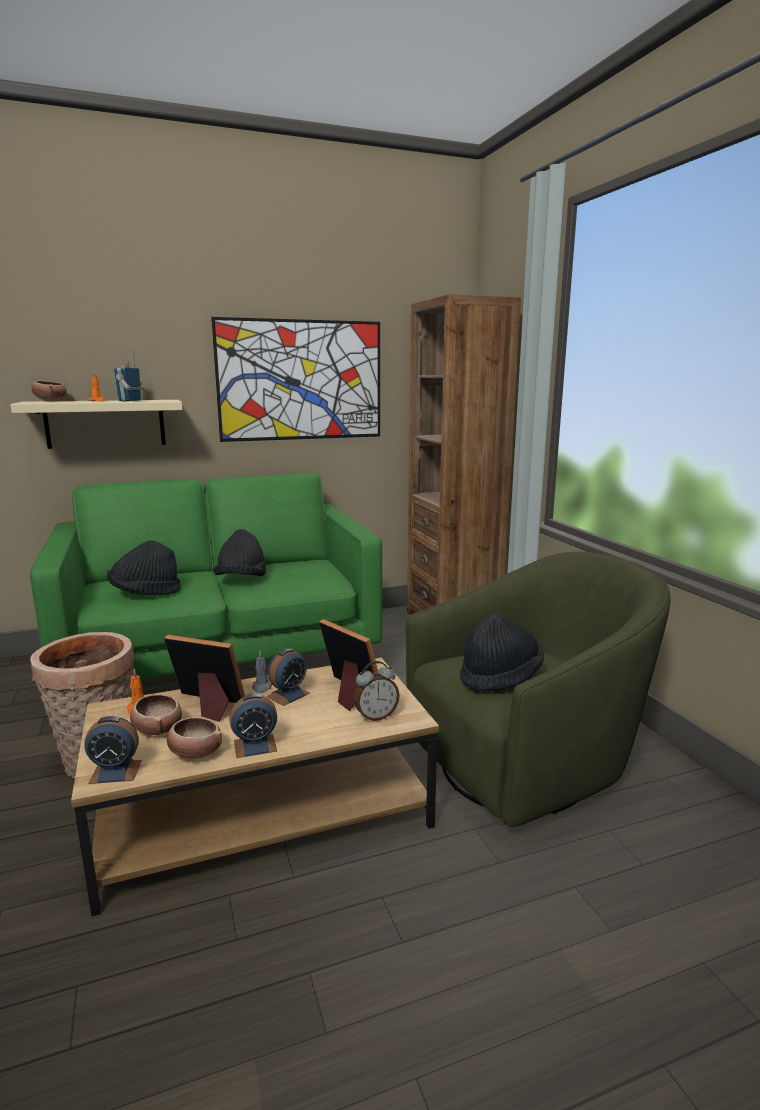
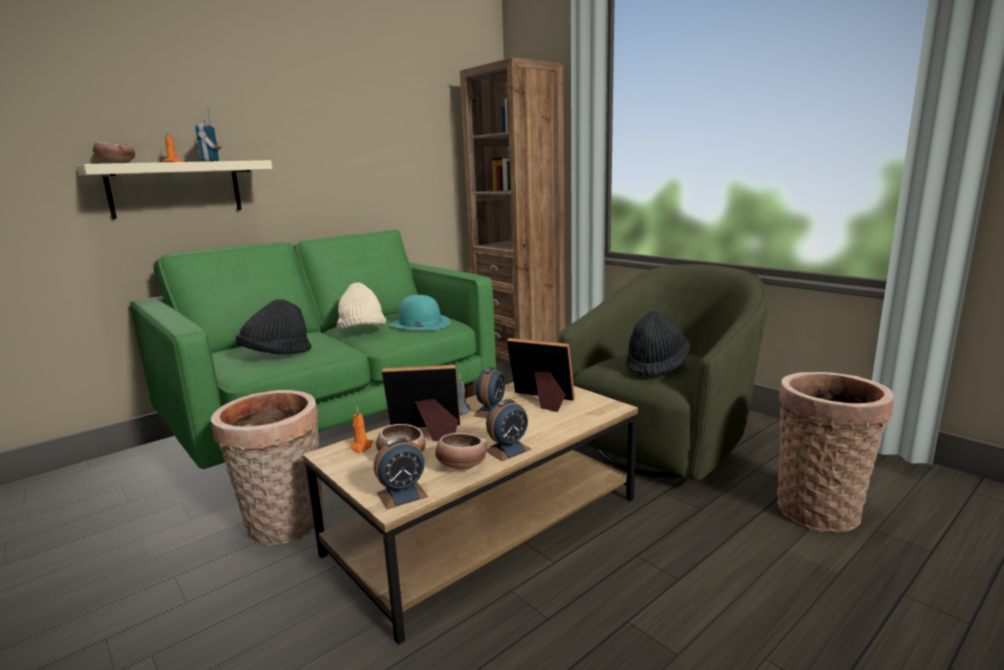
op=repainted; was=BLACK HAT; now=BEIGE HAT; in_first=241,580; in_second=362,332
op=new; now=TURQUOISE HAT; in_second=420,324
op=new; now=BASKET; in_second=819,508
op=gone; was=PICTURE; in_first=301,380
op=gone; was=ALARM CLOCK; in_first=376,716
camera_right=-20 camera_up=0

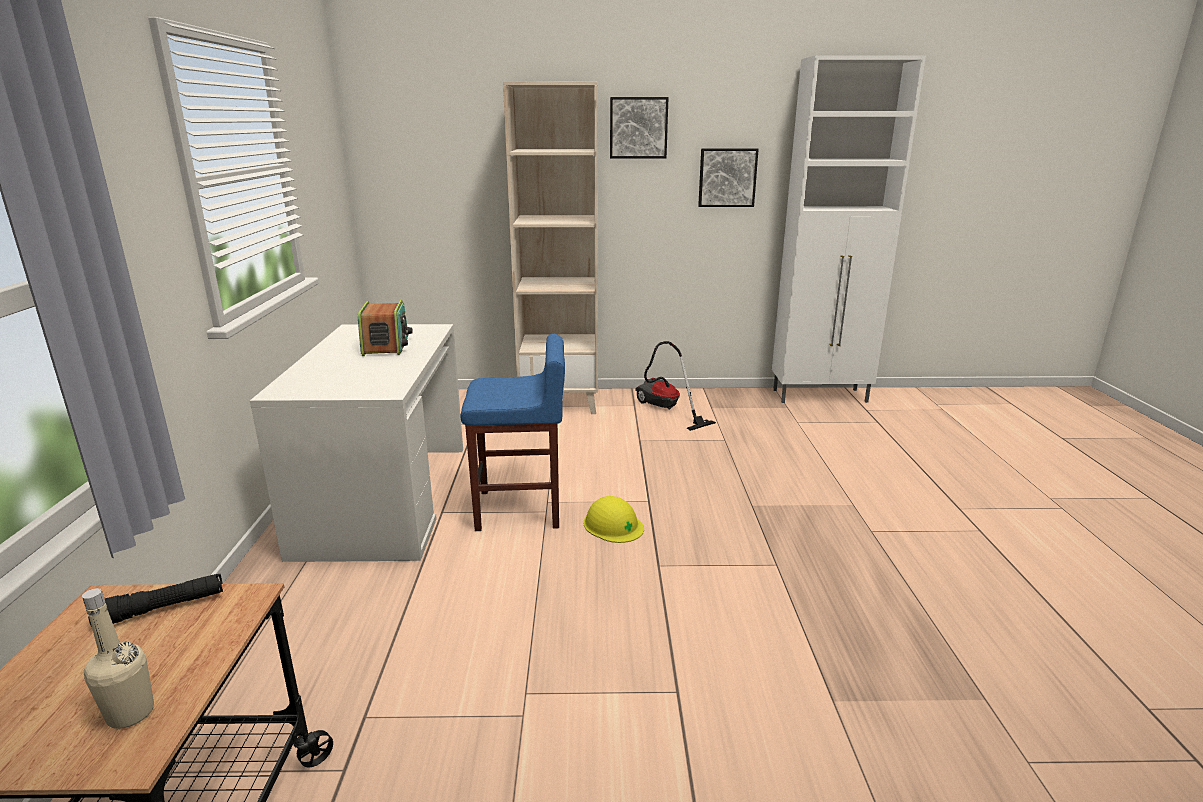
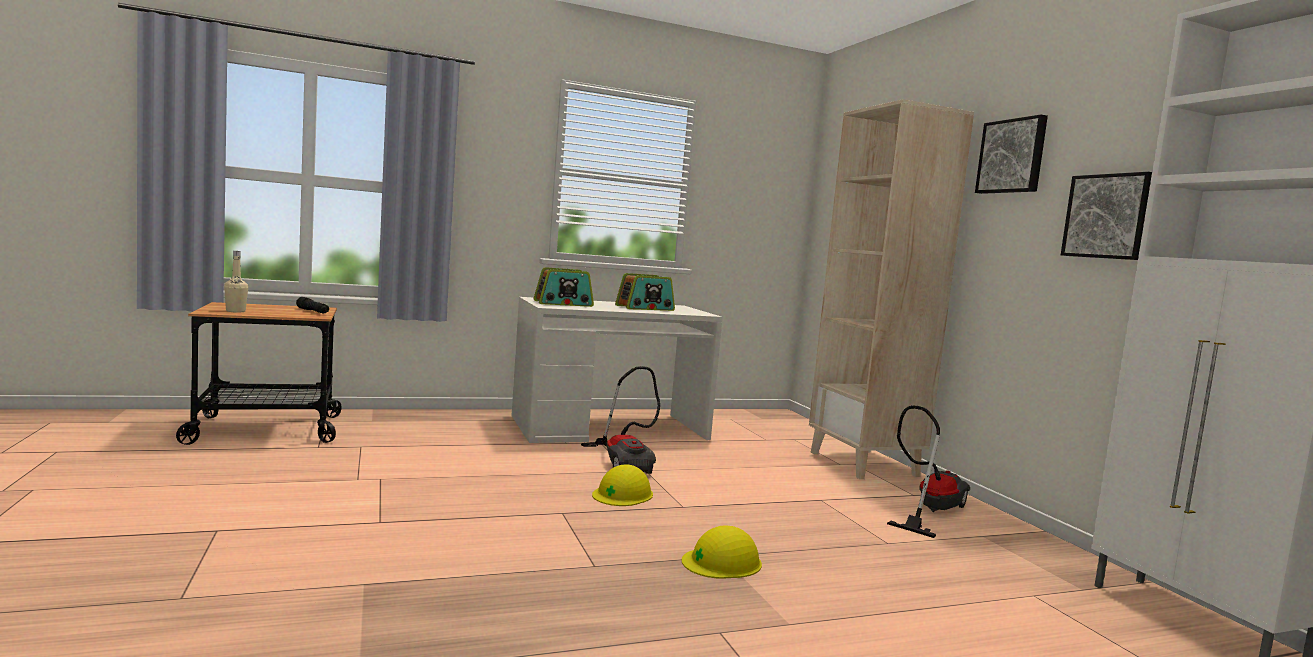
op=new; now=RADIO; in_second=563,303
op=swapped; was=BLUE STOOL; now=VACUUM CLEANER; in_first=520,509; in_second=624,463
op=new; now=YELLOW HARD HAT; in_second=722,562
camera_right=70 camera_up=-15

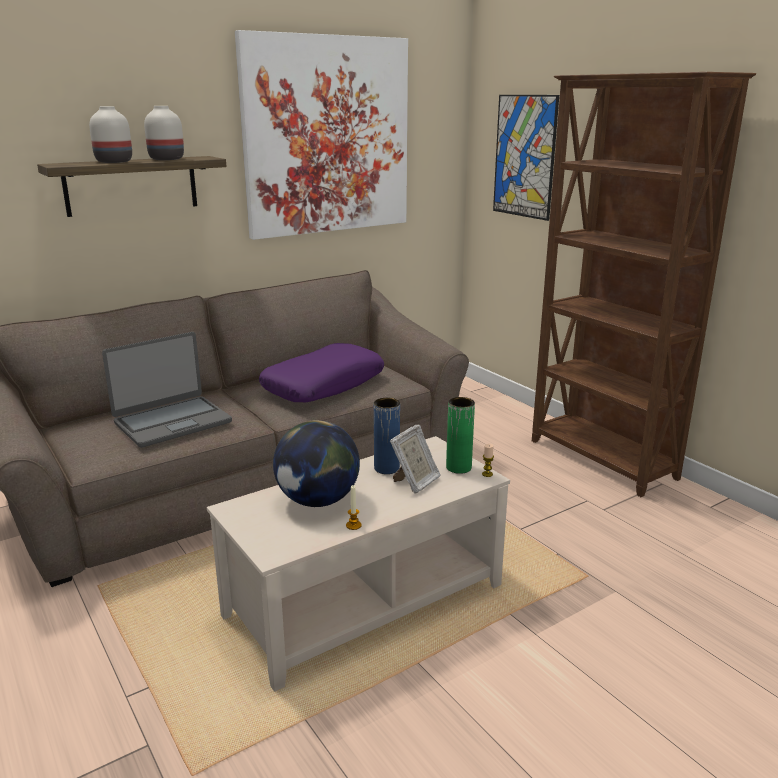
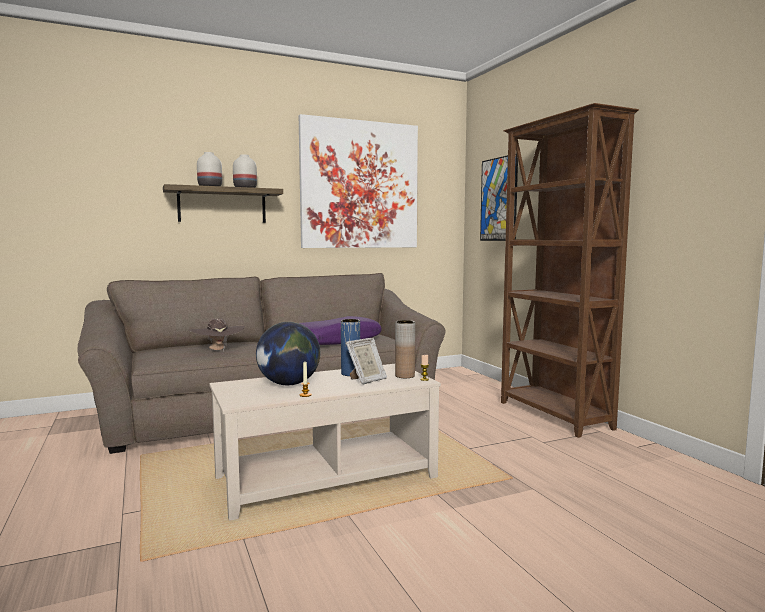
op=swapped; was=LAPTOP; now=BROWN HAT; in_first=172,422; in_second=218,350
op=repainted; was=GREEN VASE; now=BROWN VASE; in_first=458,467; in_second=405,376
camera_right=10 camera_up=-15

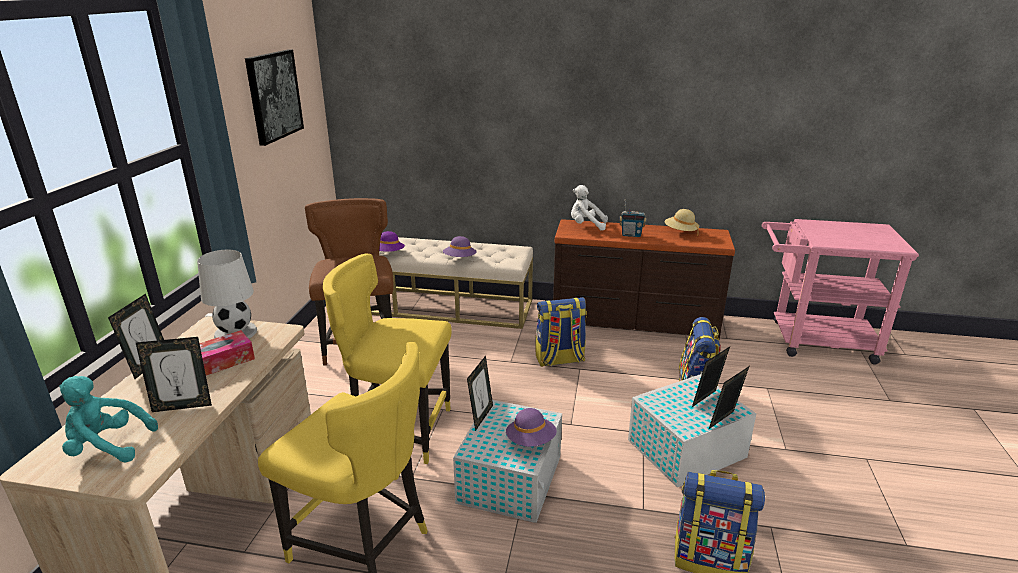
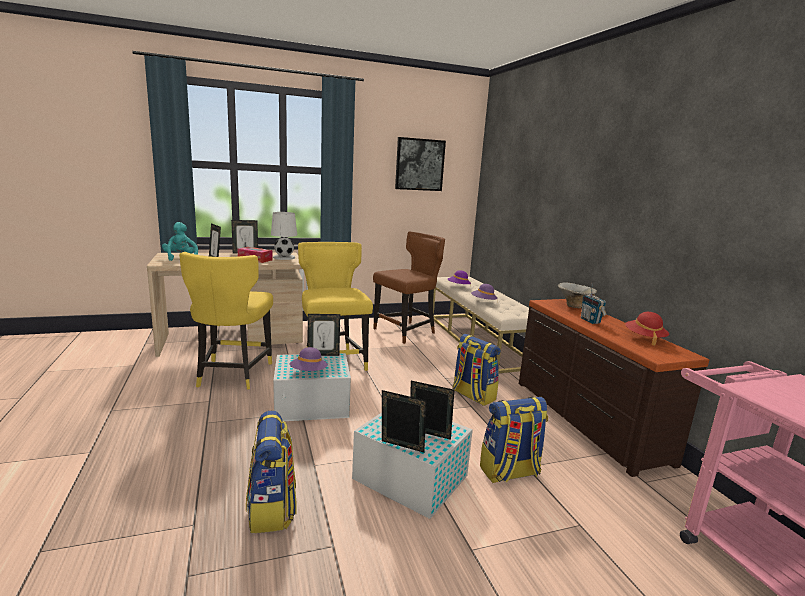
op=swapped; was=WHITE PLUSH TOY; now=BOWL; in_first=586,226; in_second=574,306
op=repainted; was=BEIGE HAT; now=RED HAT; in_first=680,232; in_second=644,338
camera_right=60 camera_up=-10

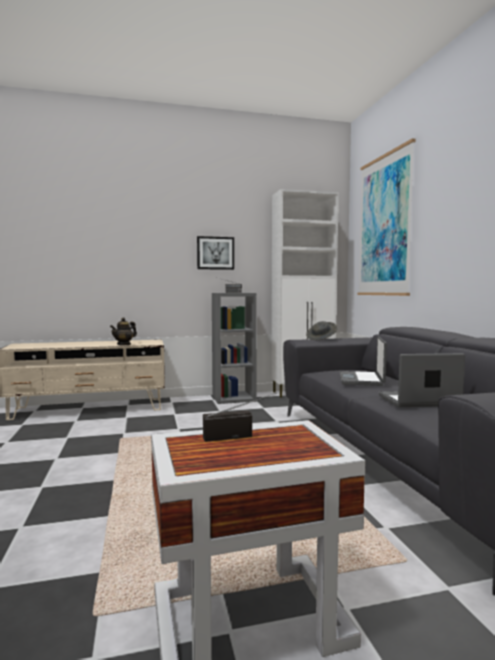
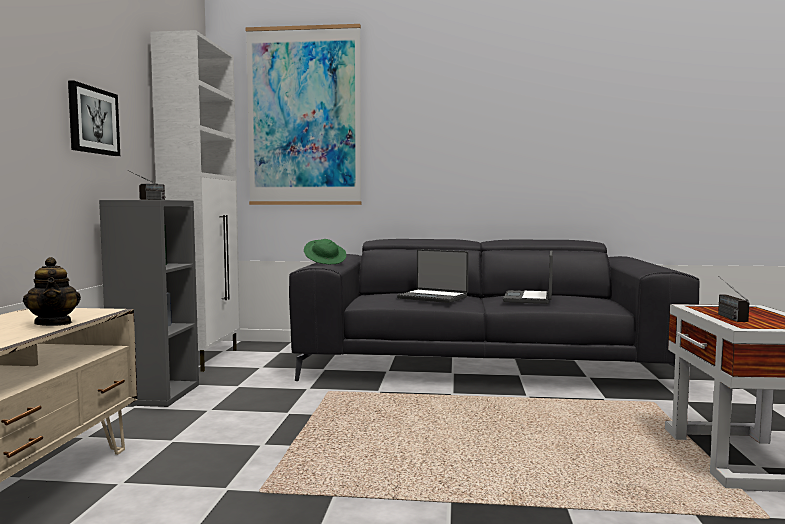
op=repainted; was=GREY HAT; now=GREEN HAT; in_first=321,339; in_second=325,262
camera_right=-70 camera_up=0

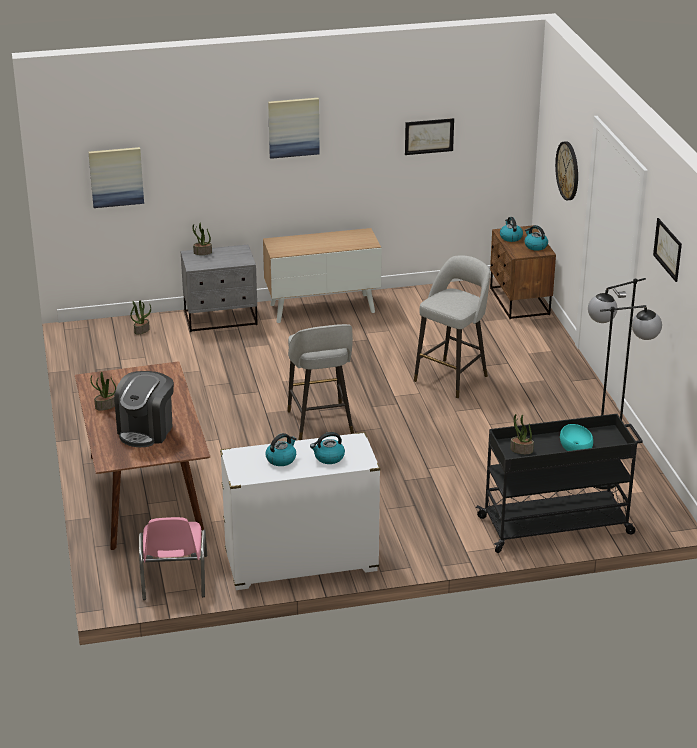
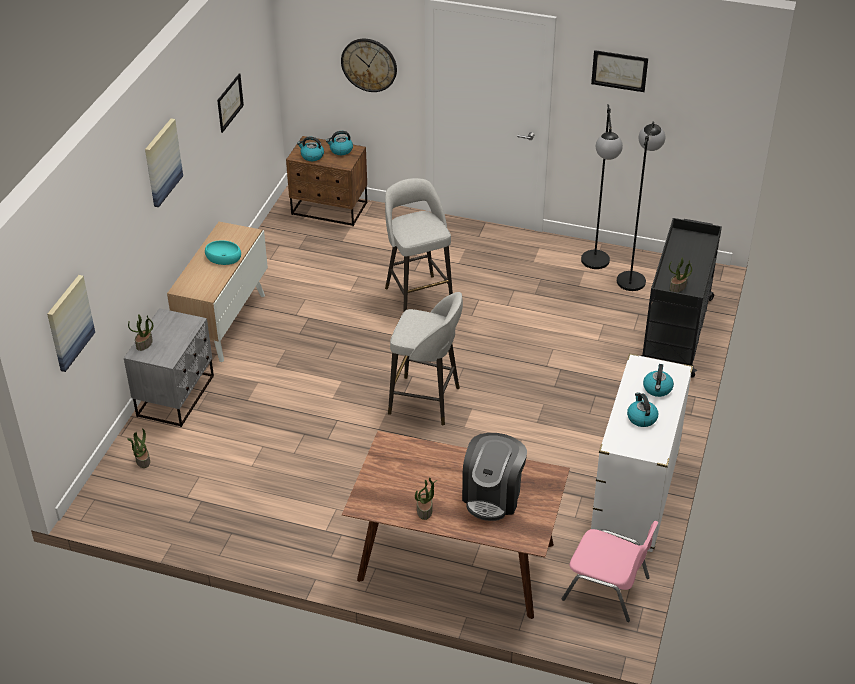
op=shifted; was=TURQUOISE BOWL; in_first=576,445; in_second=224,257
op=rotated; was=COFFEE MACHINE; in_first=146,430; in_second=493,495; clockwise=60
camera_right=-60 camera_up=10

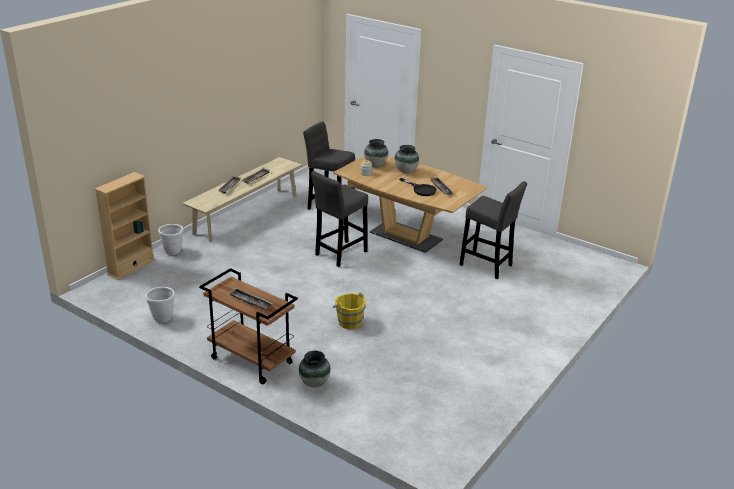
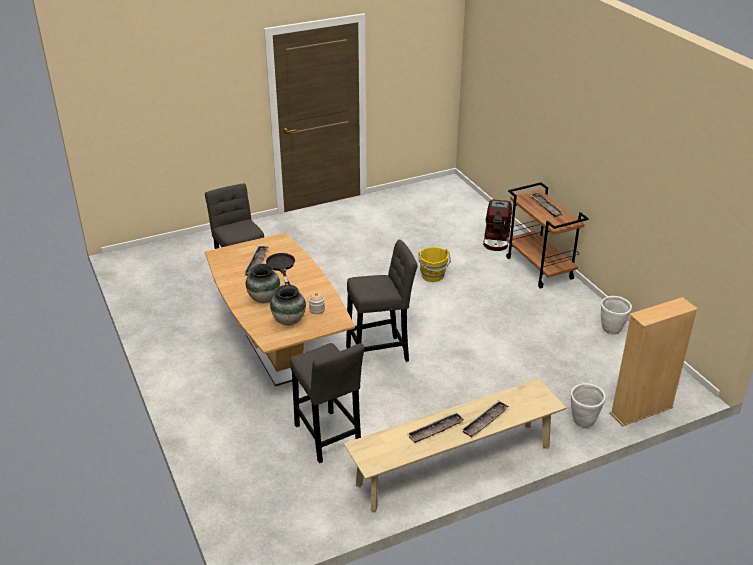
op=swapped; was=VASE; now=COFFEE MACHINE; in_first=314,383; in_second=497,239
camera_right=-150 camera_up=5

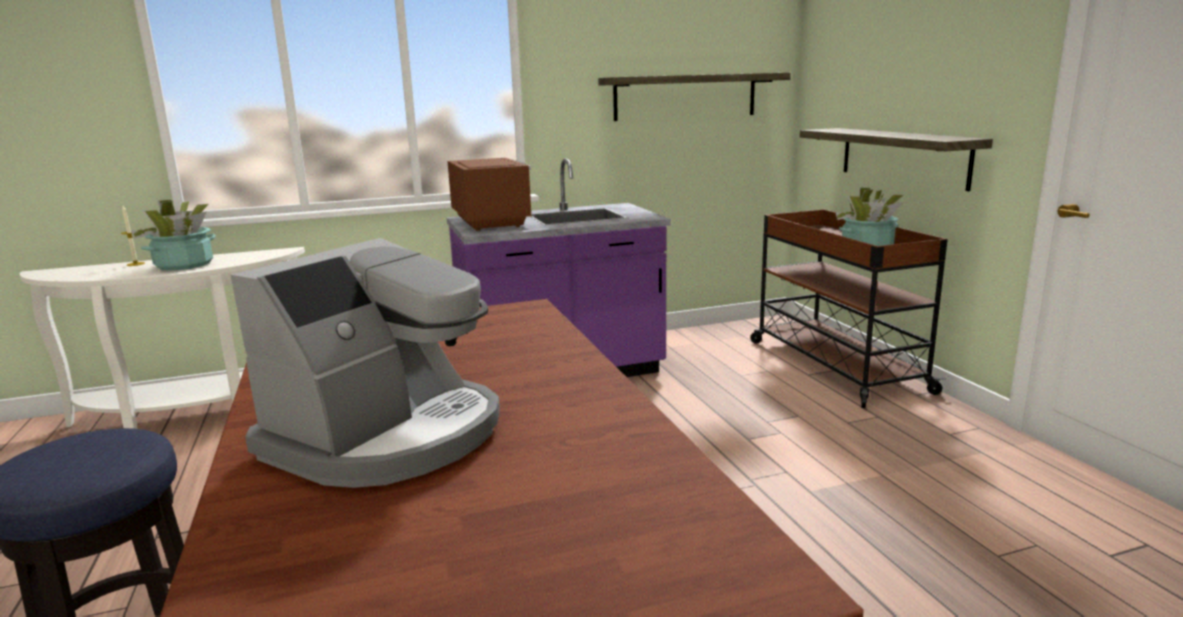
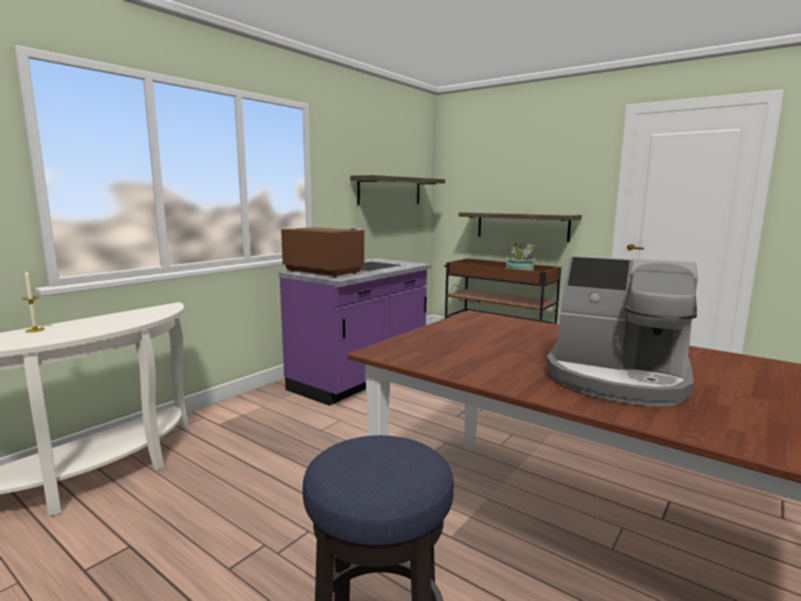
op=rotated; was=COFFEE MACHINE; in_first=388,435; in_second=617,379; clockwise=120
op=gone; was=POTTED PLANT; in_first=184,265
camera_right=-35 camera_up=-5

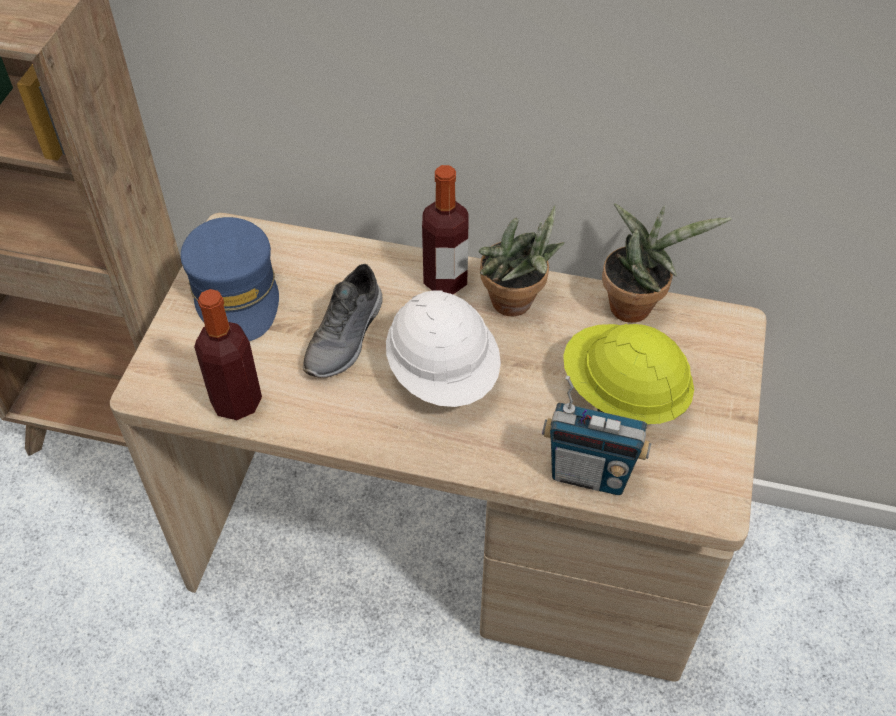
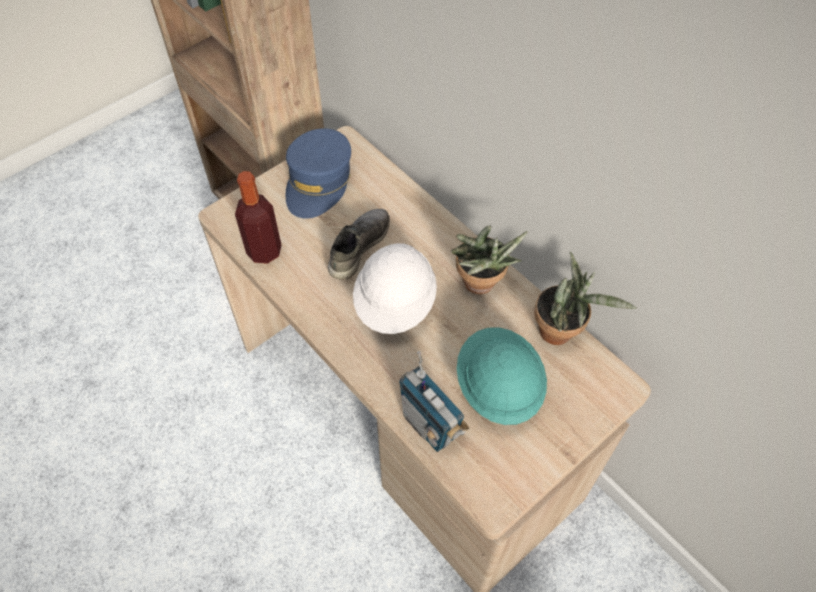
op=rotated; was=GREY SHOE; in_first=346,337; in_second=358,247; clockwise=150
op=repainted; was=YELLOW HARD HAT; now=TURQUOISE HARD HAT; in_first=622,394; in_second=497,387
op=gone; was=BOTTLE; in_first=445,280
camera_right=35 camera_up=5

